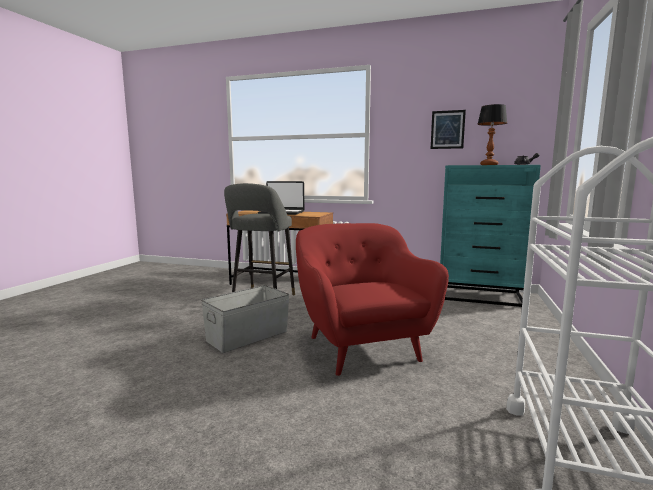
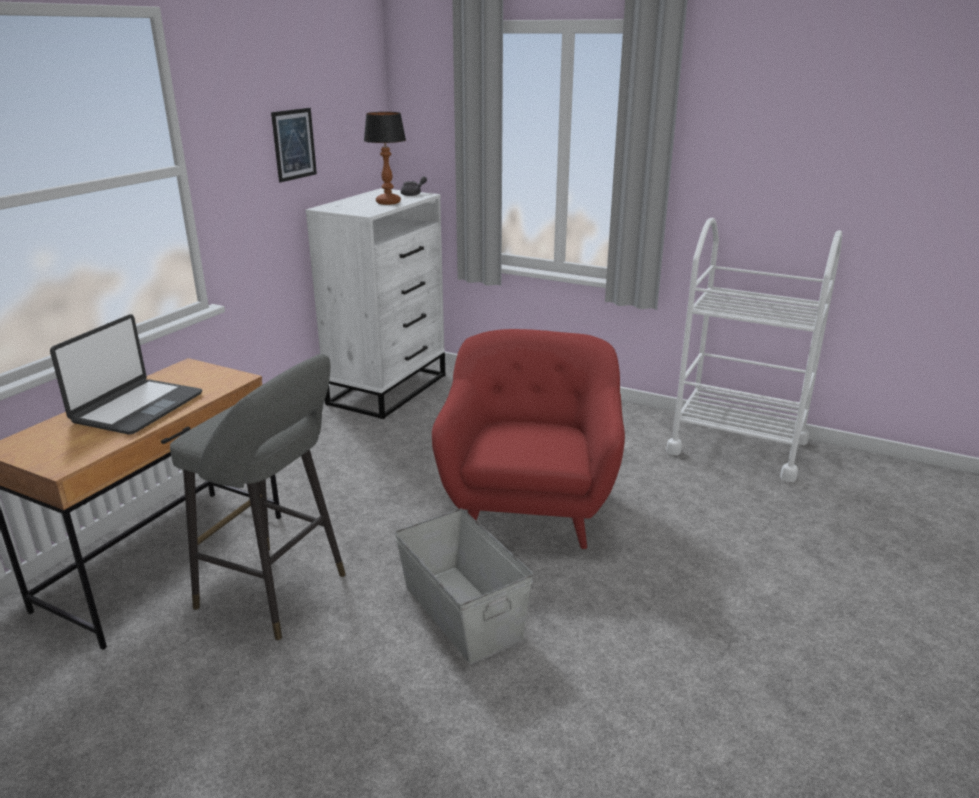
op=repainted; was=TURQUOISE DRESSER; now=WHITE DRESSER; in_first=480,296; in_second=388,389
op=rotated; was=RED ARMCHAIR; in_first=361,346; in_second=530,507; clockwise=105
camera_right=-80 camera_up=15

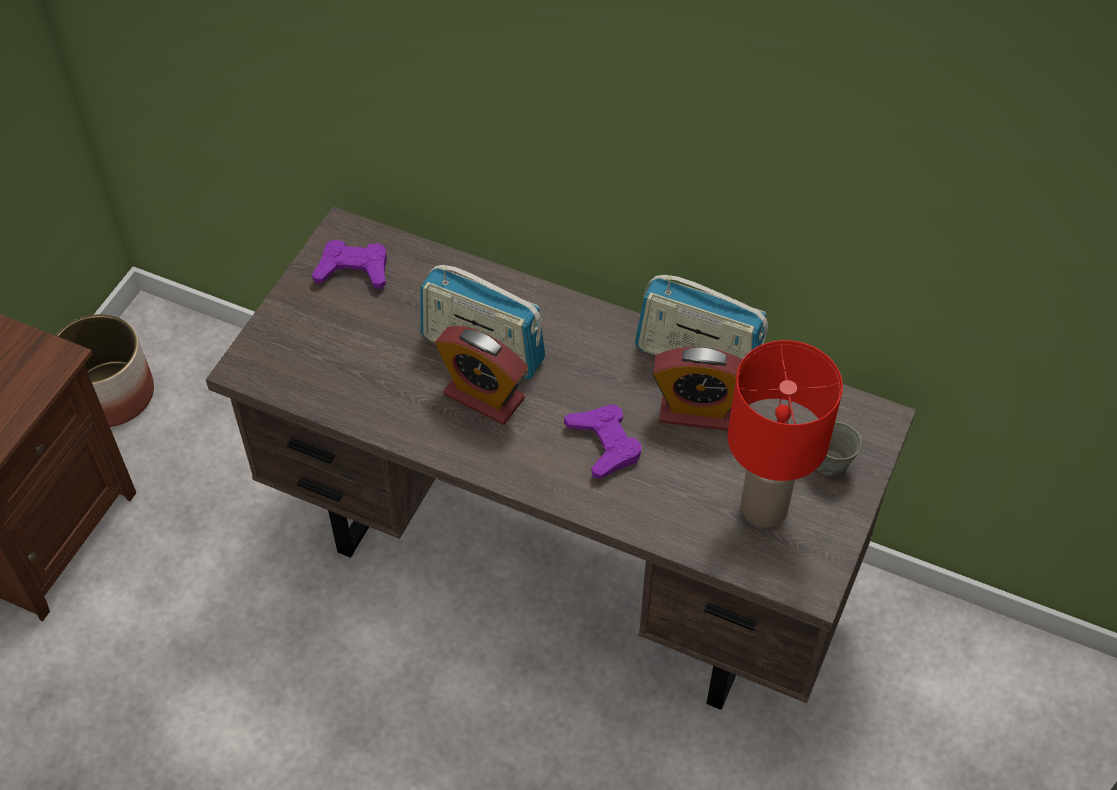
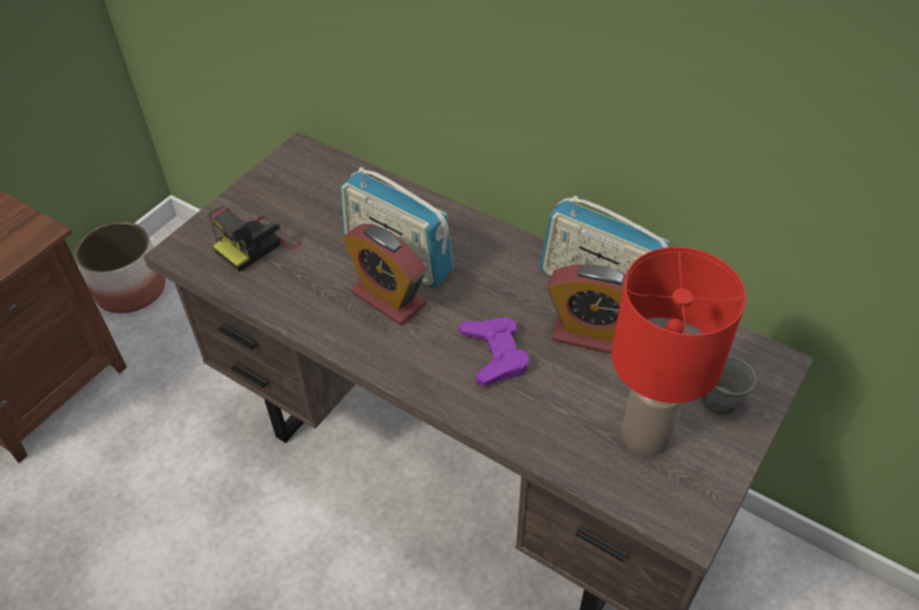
op=new; now=PHOTO CAMERA; in_second=258,245
op=gone; was=PURPLE GAME CONTROLLER; in_first=353,270
camera_right=10 camera_up=-5

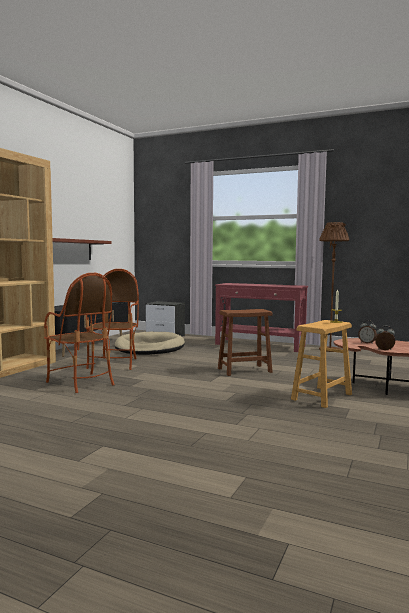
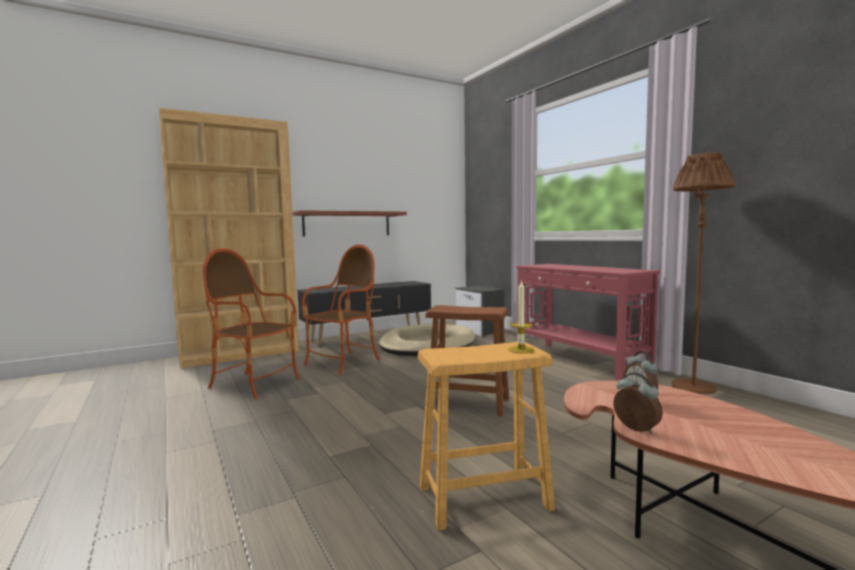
op=rotated; was=ARMCHAIR; in_first=81,383; in_second=255,384; clockwise=120
camera_right=35 camera_up=0

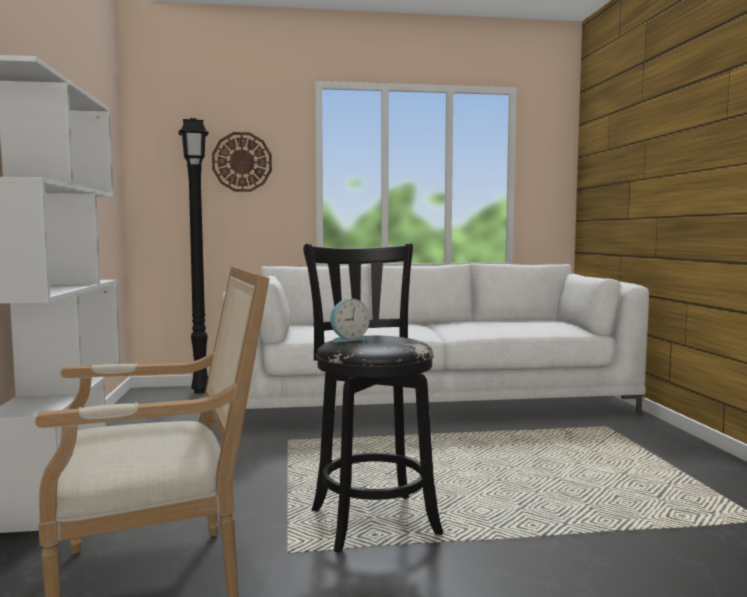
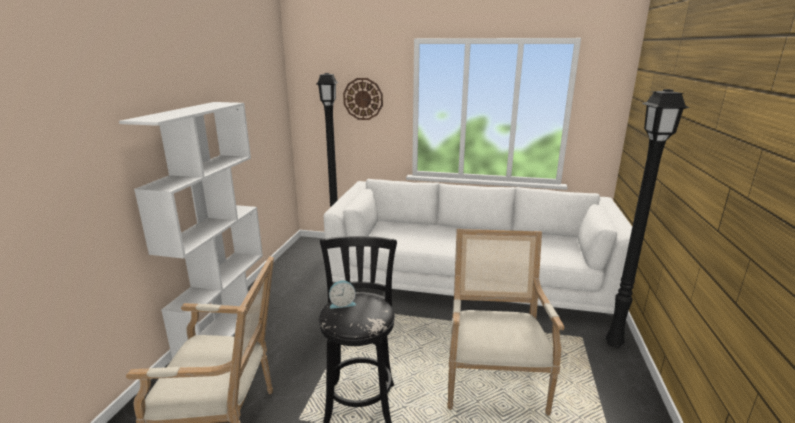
op=new; now=ARMCHAIR; in_second=493,380
op=new; now=BLACK FLOOR LAMP; in_second=614,342
camera_right=20 camera_up=15

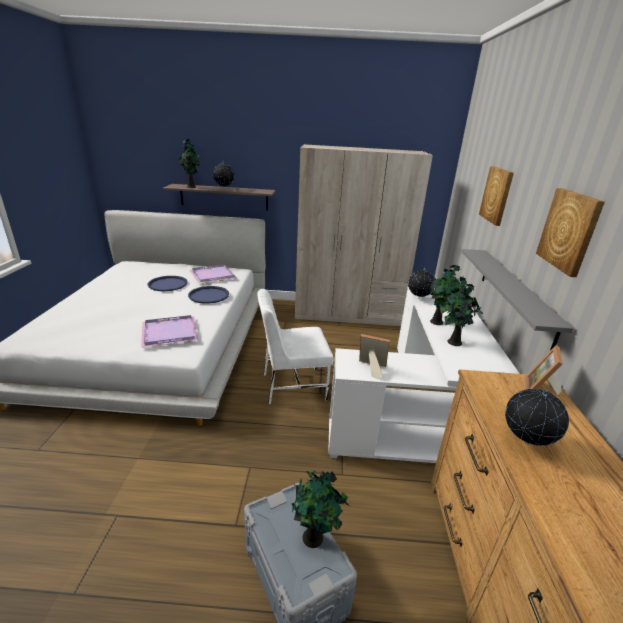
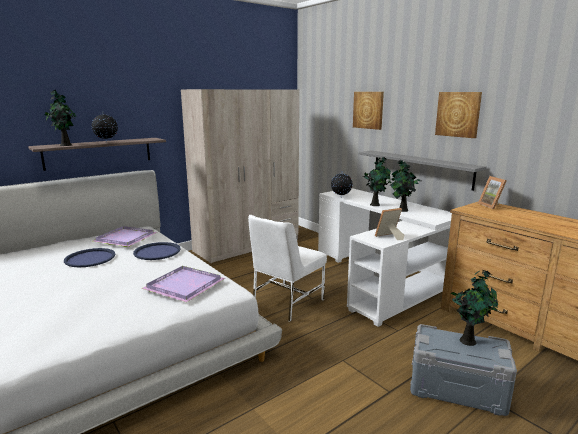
op=gone; was=GLOBE; in_first=525,442
camera_right=-40 camera_up=-10

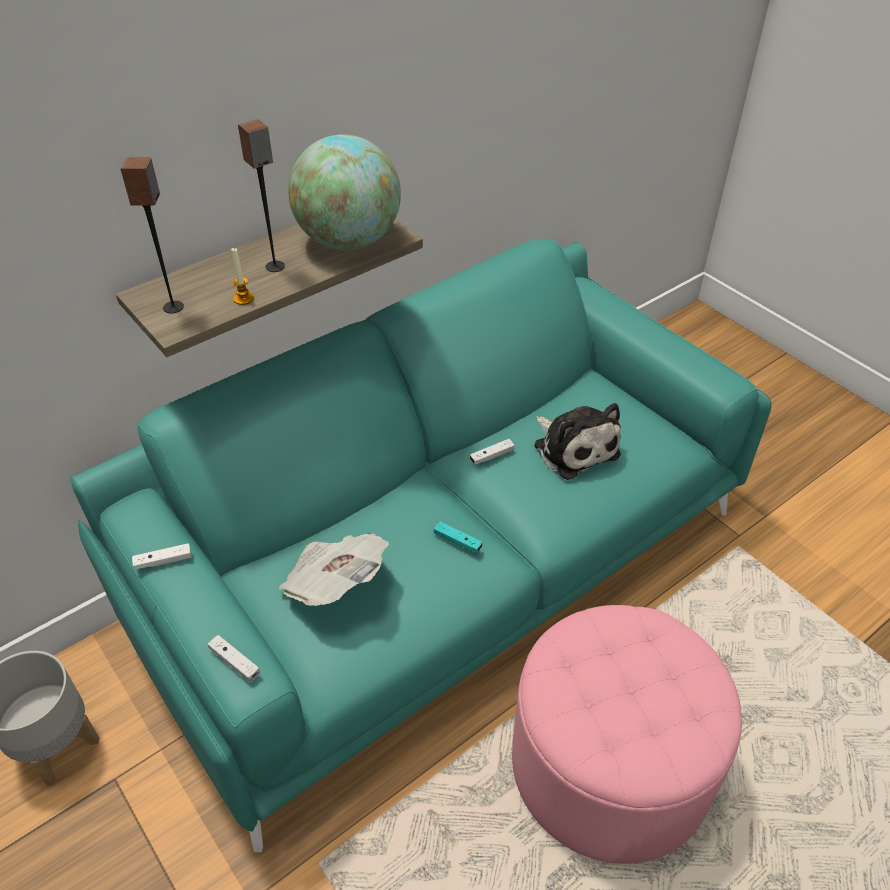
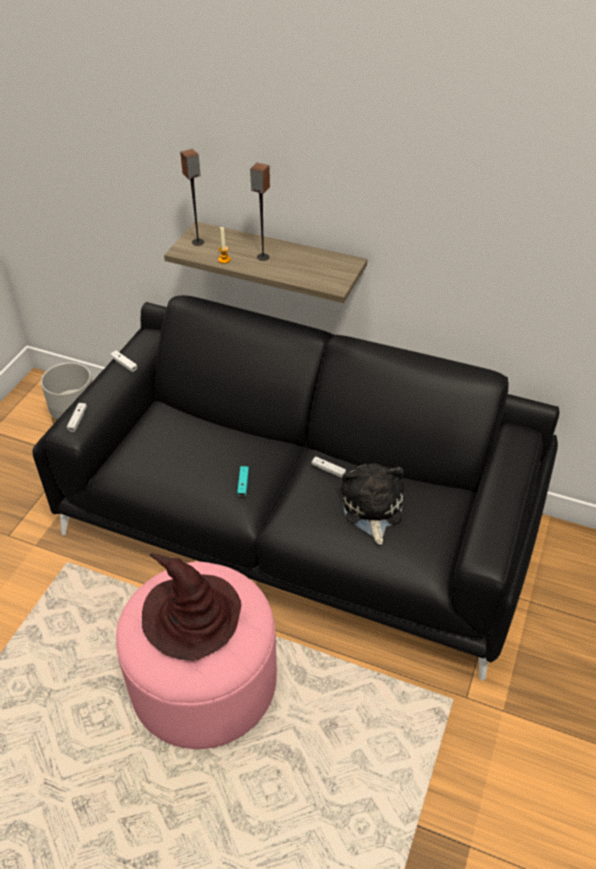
op=repainted; was=TURQUOISE SOFA; now=BLACK SOFA; in_first=444,567; in_second=298,527
op=new; now=BROWN HAT; in_second=192,616
op=rotated; was=PLUSH TOY; in_first=573,447; in_second=371,509; clockwise=150
op=gone; was=NEWSPAPER; in_first=335,583
op=gone; was=GLOBE; in_first=349,241
camera_right=60 camera_up=0

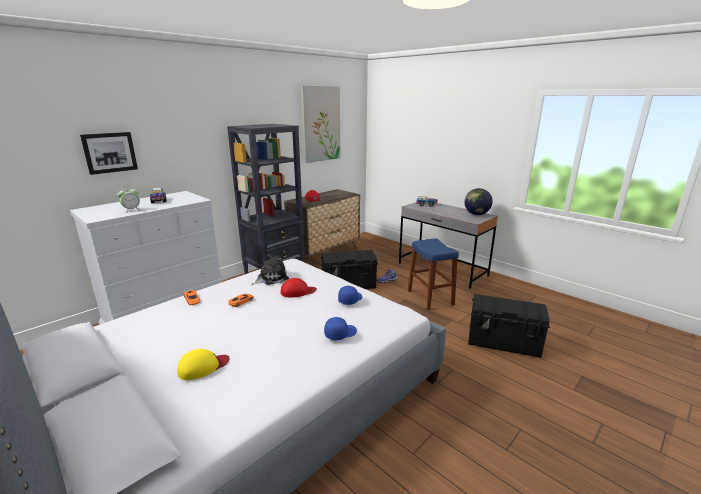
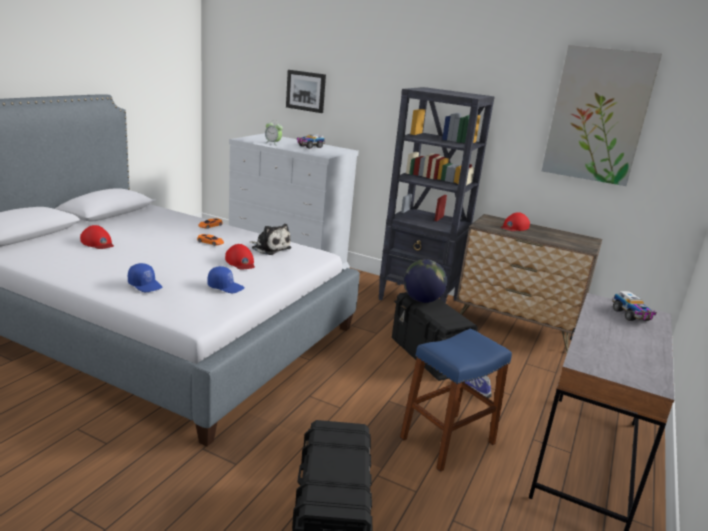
op=repainted; was=YELLOW CAP; now=RED CAP; in_first=203,367; in_second=98,243
op=shifted; was=GLOBE; in_first=476,214; in_second=422,300
camera_right=70 camera_up=0

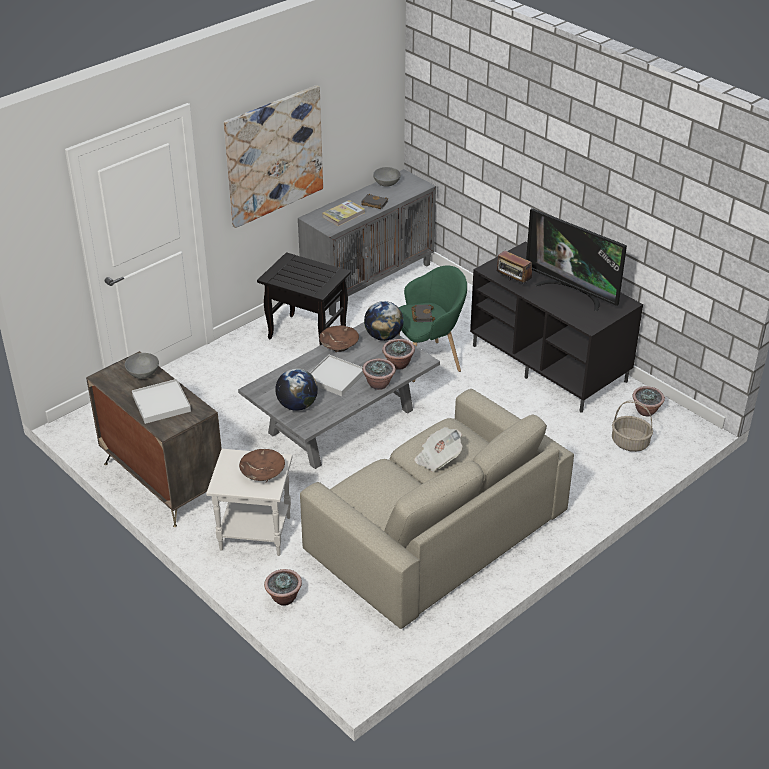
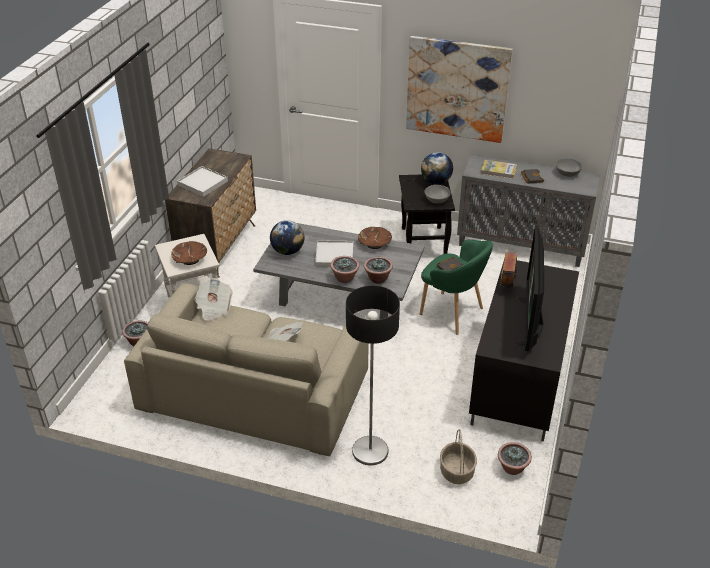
op=new; now=NEWSPAPER; in_second=214,308
op=new; now=FLOOR LAMP; in_second=370,451
op=shifted; was=GLOBE; in_first=384,336; in_second=436,182
op=shifted; was=GREY BOWL; in_first=143,374; in_second=437,200
camera_right=60 camera_up=0

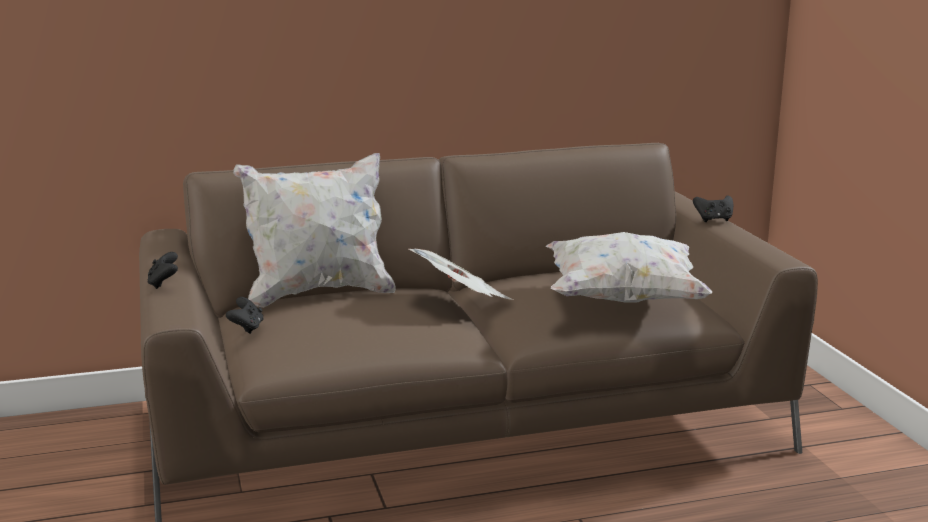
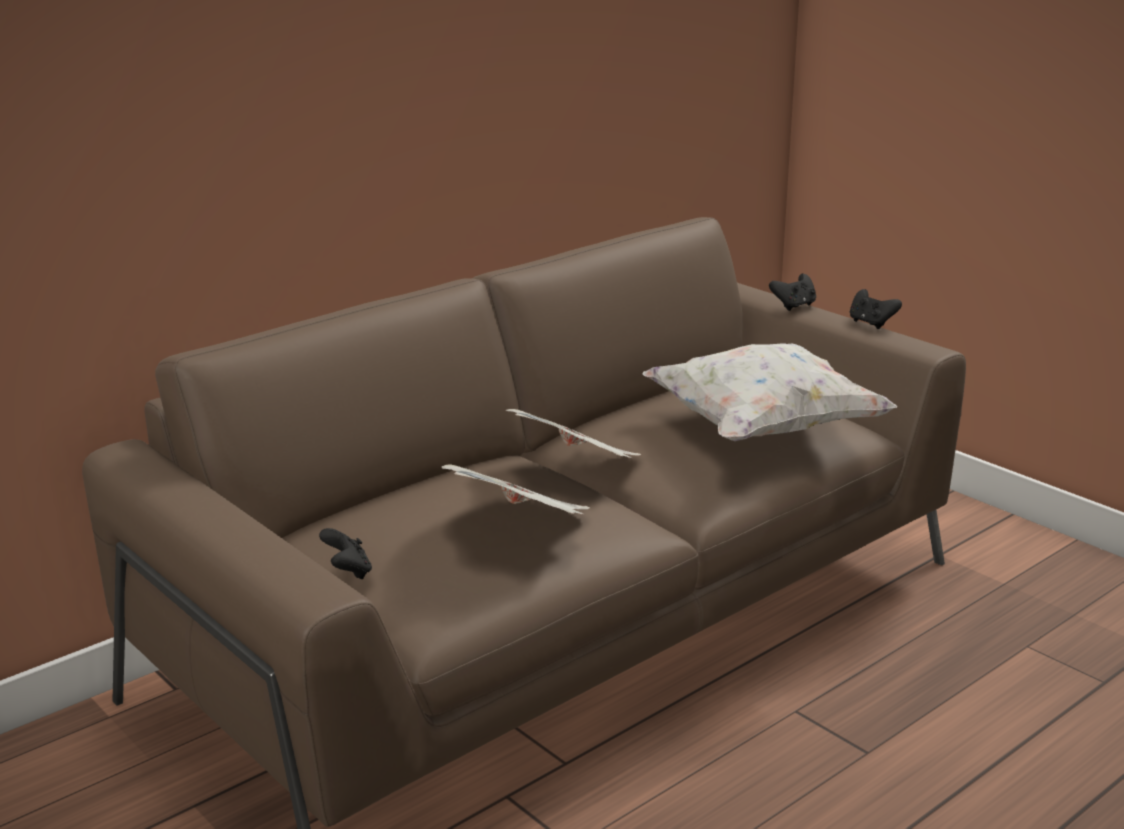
op=new; now=NEWSPAPER; in_second=521,526
op=shifted; was=BLACK GAME CONTROLLER; in_first=163,284; in_second=871,323
op=gone; was=WHITE PILLOW; in_first=318,293
camera_right=-25 camera_up=5

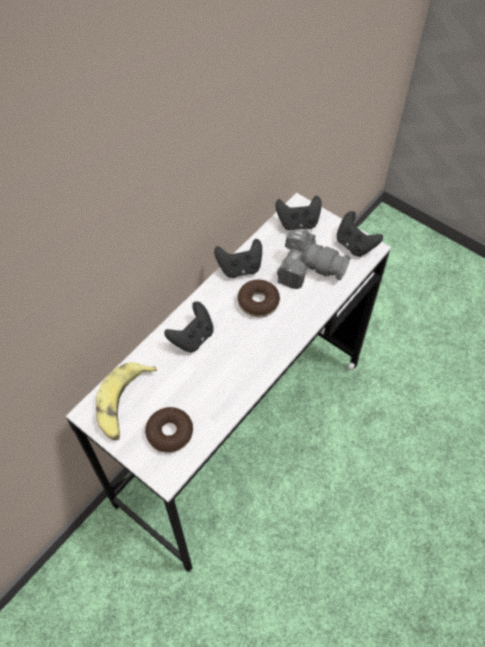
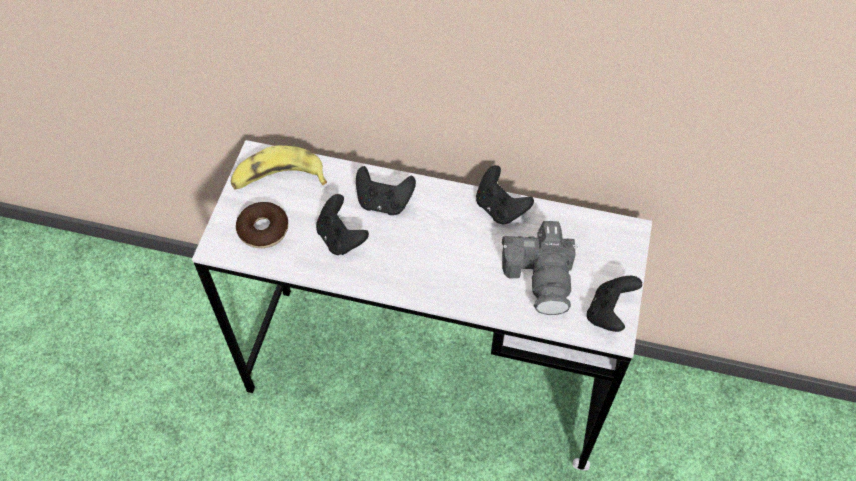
op=shifted; was=BLACK GAME CONTROLLER; in_first=298,223; in_second=341,238
op=gone; was=DONUT; in_first=258,302
camera_right=65 camera_up=0

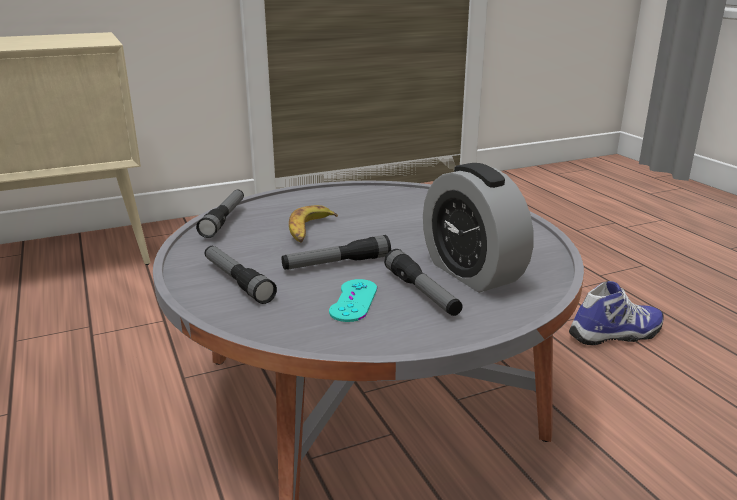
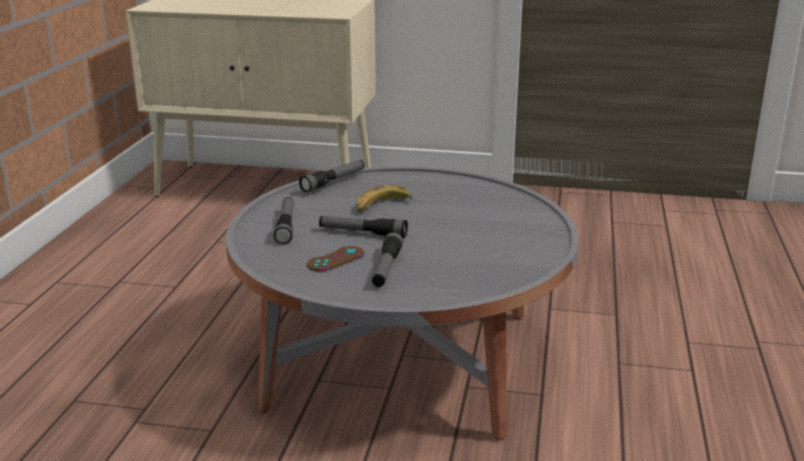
op=repainted; was=TURQUOISE GAME CONTROLLER; now=BROWN GAME CONTROLLER; in_first=353,300; in_second=335,259
op=gone; was=ALARM CLOCK; in_first=471,273
op=gone; was=SHOE; in_first=617,335
camera_right=35 camera_up=0

